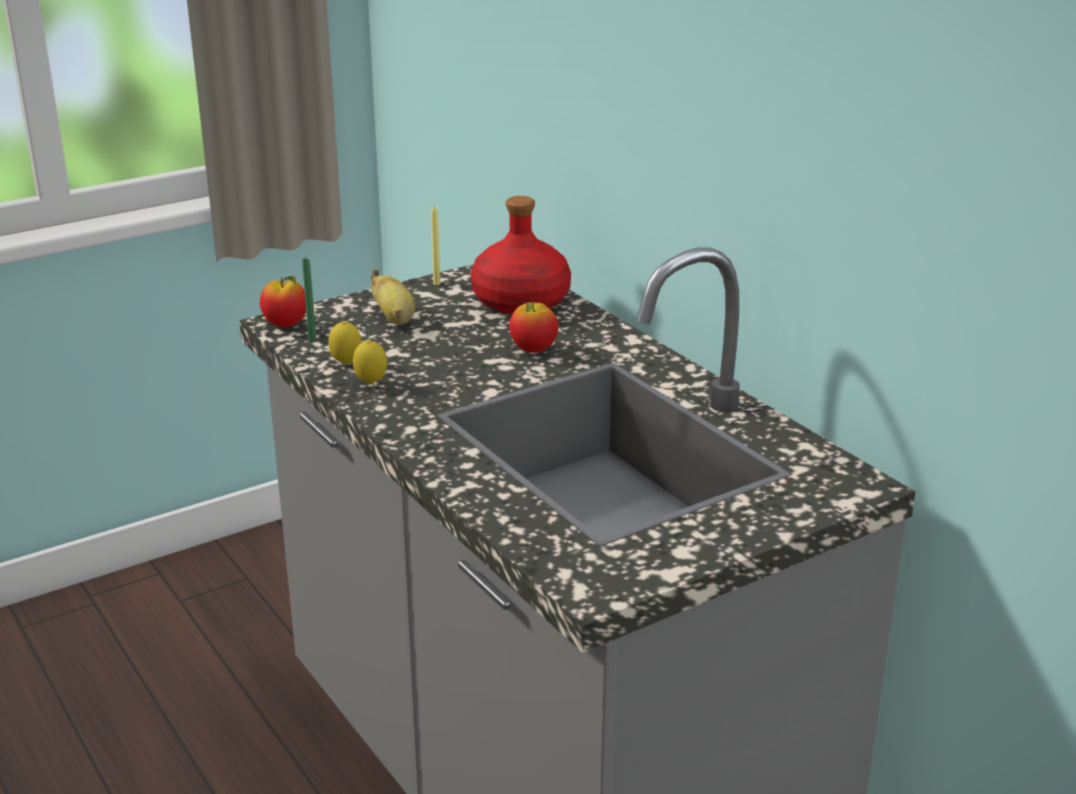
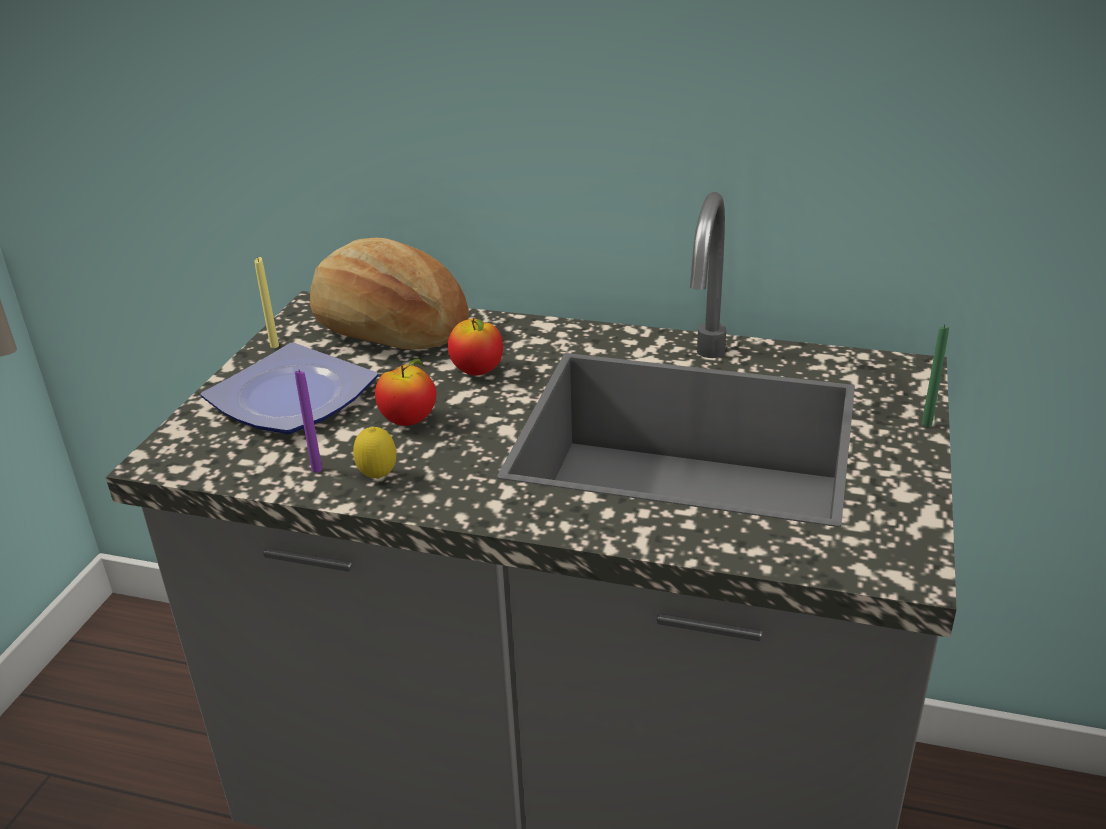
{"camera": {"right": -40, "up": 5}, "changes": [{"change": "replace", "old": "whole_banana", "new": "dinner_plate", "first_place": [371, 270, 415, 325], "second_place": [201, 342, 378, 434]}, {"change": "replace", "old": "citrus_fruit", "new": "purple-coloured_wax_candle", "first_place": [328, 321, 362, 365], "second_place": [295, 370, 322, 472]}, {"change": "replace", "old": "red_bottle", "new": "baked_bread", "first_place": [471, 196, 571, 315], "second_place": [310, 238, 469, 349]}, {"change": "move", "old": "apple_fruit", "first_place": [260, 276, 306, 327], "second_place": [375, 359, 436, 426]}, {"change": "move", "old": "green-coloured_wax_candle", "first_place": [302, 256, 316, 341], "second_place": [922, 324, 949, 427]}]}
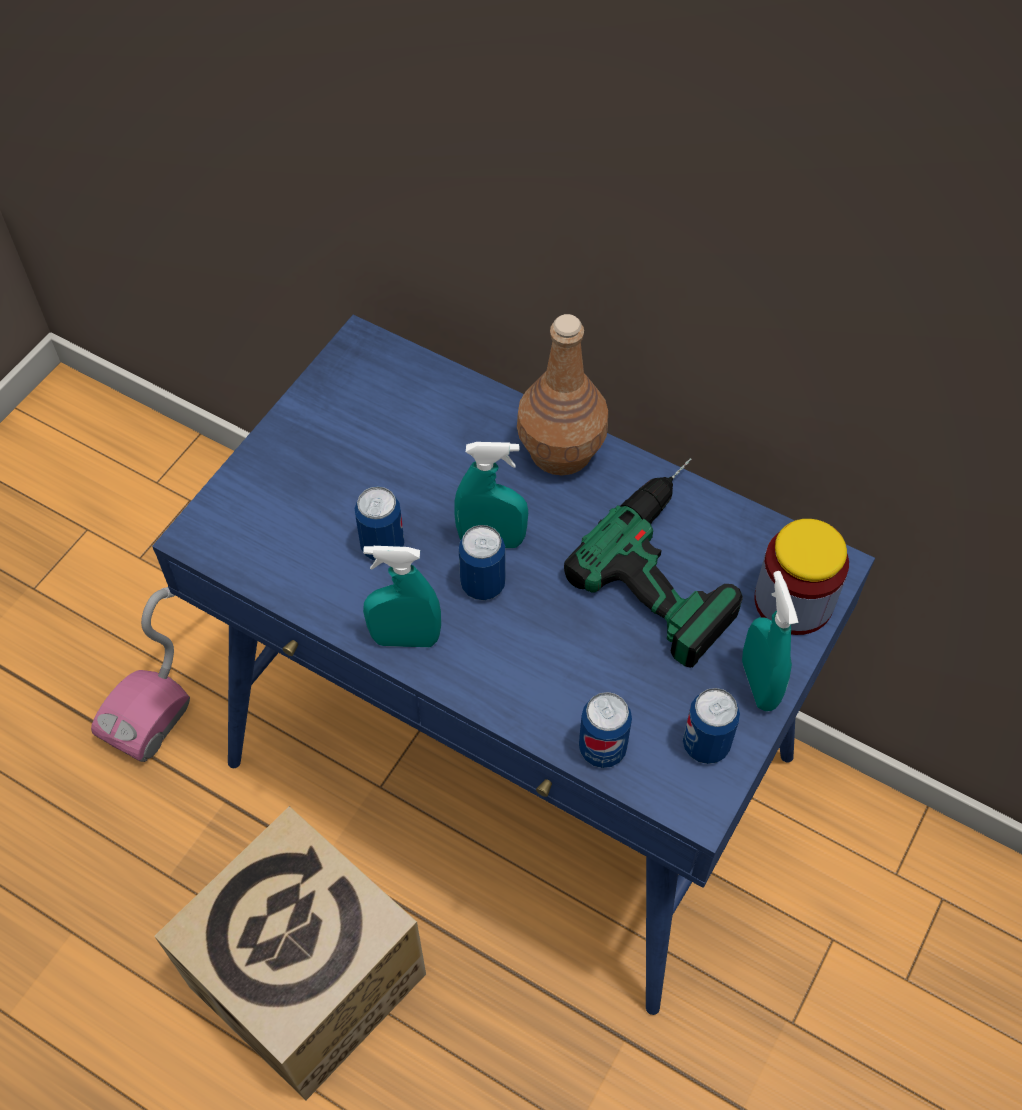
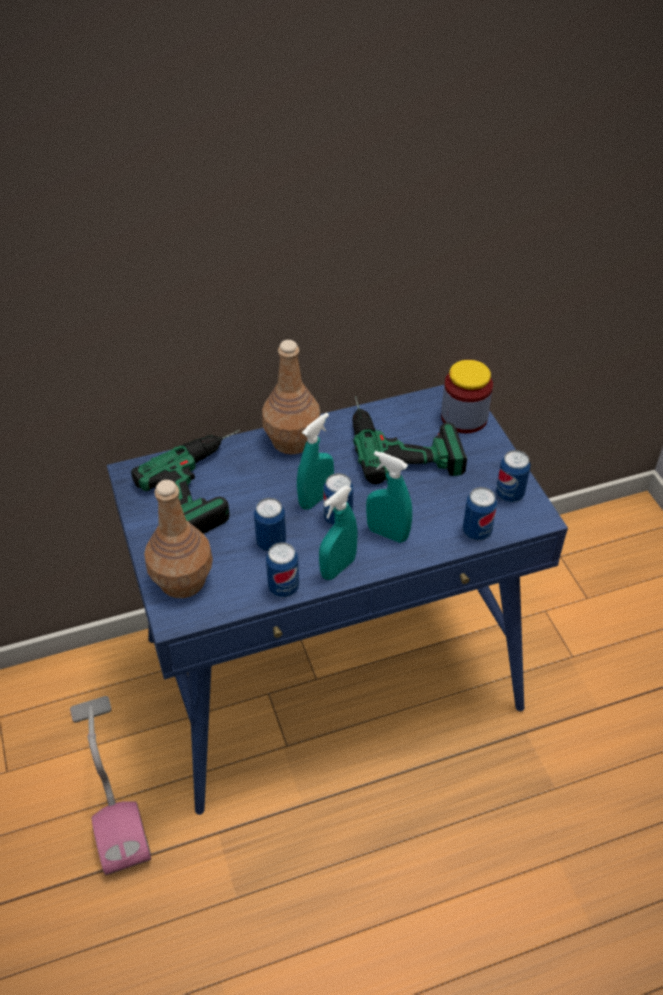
{"camera": {"right": -50, "up": -10}, "changes": [{"change": "insert", "new": "drill", "second_place": [131, 430, 240, 534]}, {"change": "insert", "new": "brown-coloured_bottle", "second_place": [144, 480, 213, 598]}, {"change": "insert", "new": "metal_can", "second_place": [266, 542, 299, 597]}, {"change": "move", "old": "turquoise-coloured_sprayer", "first_place": [742, 571, 798, 711], "second_place": [366, 451, 412, 543]}, {"change": "delete", "old": "carton", "first_place": [154, 806, 426, 1100]}]}
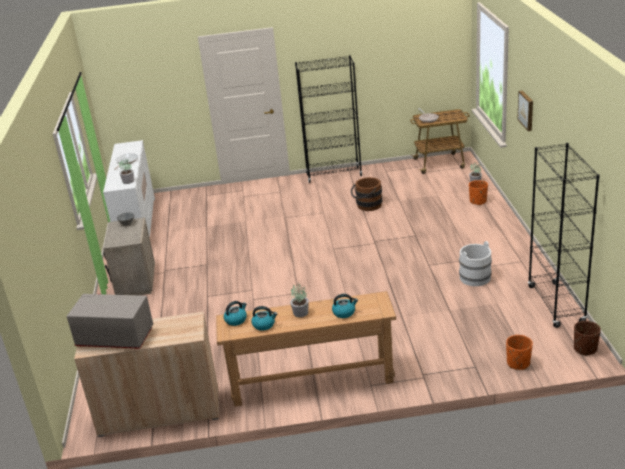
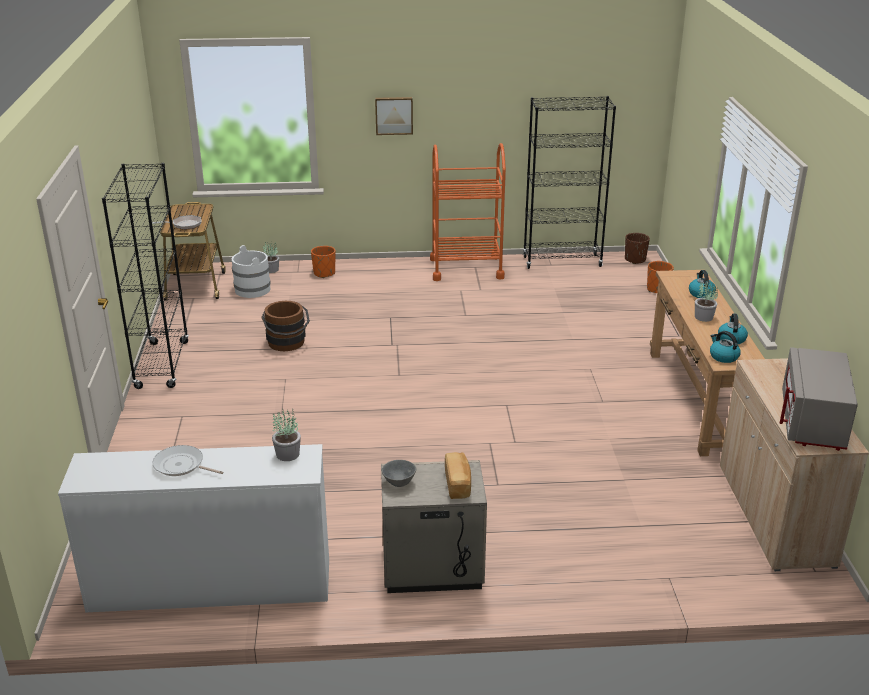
{"camera": {"right": -90, "up": 0}, "changes": [{"change": "move", "old": "white_bucket", "first_place": [459, 241, 492, 286], "second_place": [232, 245, 271, 298]}, {"change": "insert", "new": "orange-coloured_wheeled_cart", "second_place": [430, 143, 506, 281]}, {"change": "insert", "new": "baked_bread", "second_place": [445, 452, 471, 499]}]}
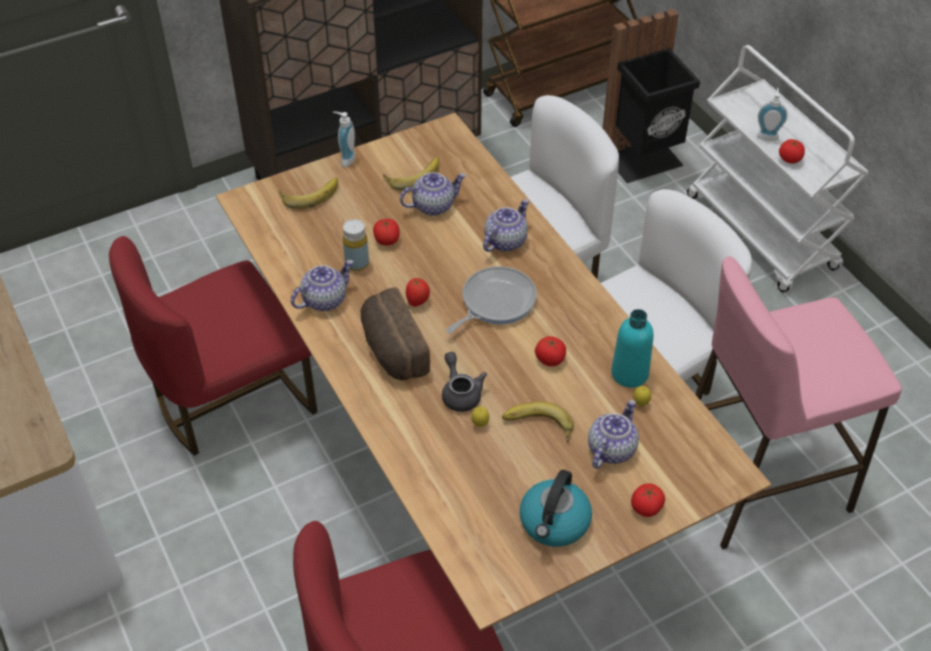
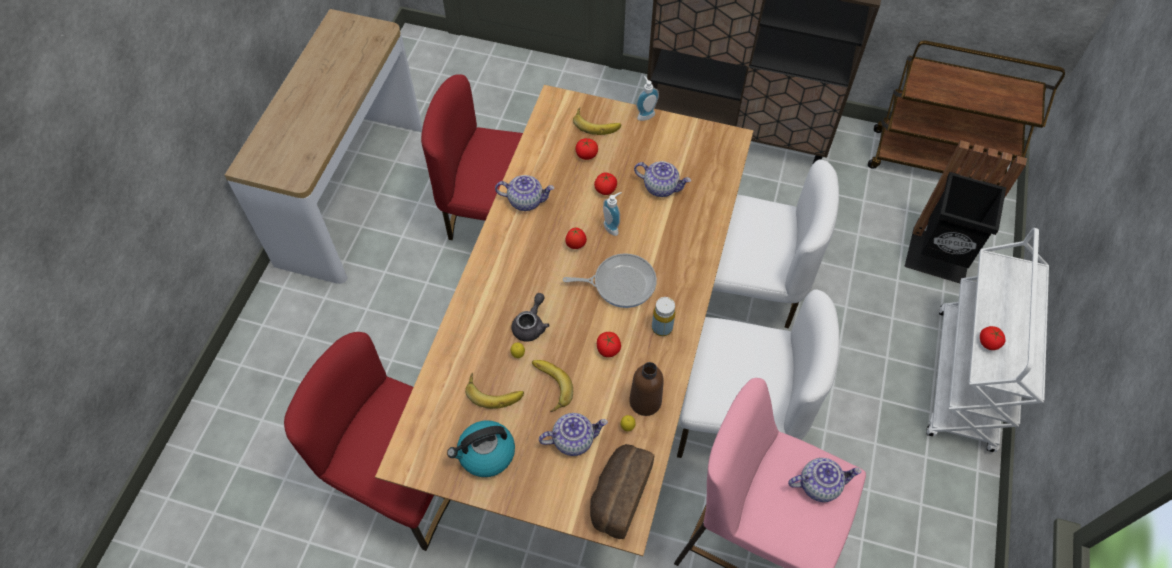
{"camera": {"right": 45, "up": 10}, "changes": [{"change": "move", "old": "whole_banana", "first_place": [383, 157, 439, 191], "second_place": [465, 372, 524, 409]}, {"change": "move", "old": "tomato", "first_place": [631, 483, 665, 517], "second_place": [576, 138, 598, 160]}, {"change": "move", "old": "baked_bread", "first_place": [361, 287, 430, 380], "second_place": [590, 444, 654, 539]}, {"change": "move", "old": "soap_dispenser", "first_place": [756, 88, 788, 141], "second_place": [603, 192, 622, 236]}, {"change": "recolor", "old": "turquoise-coloured_bottle", "new": "brown-coloured_bottle", "first_place": [611, 309, 654, 388], "second_place": [629, 362, 664, 416]}, {"change": "move", "old": "yellowish_bottle", "first_place": [343, 219, 369, 271], "second_place": [652, 297, 675, 336]}, {"change": "move", "old": "teapot", "first_place": [483, 199, 529, 252], "second_place": [788, 458, 862, 502]}]}
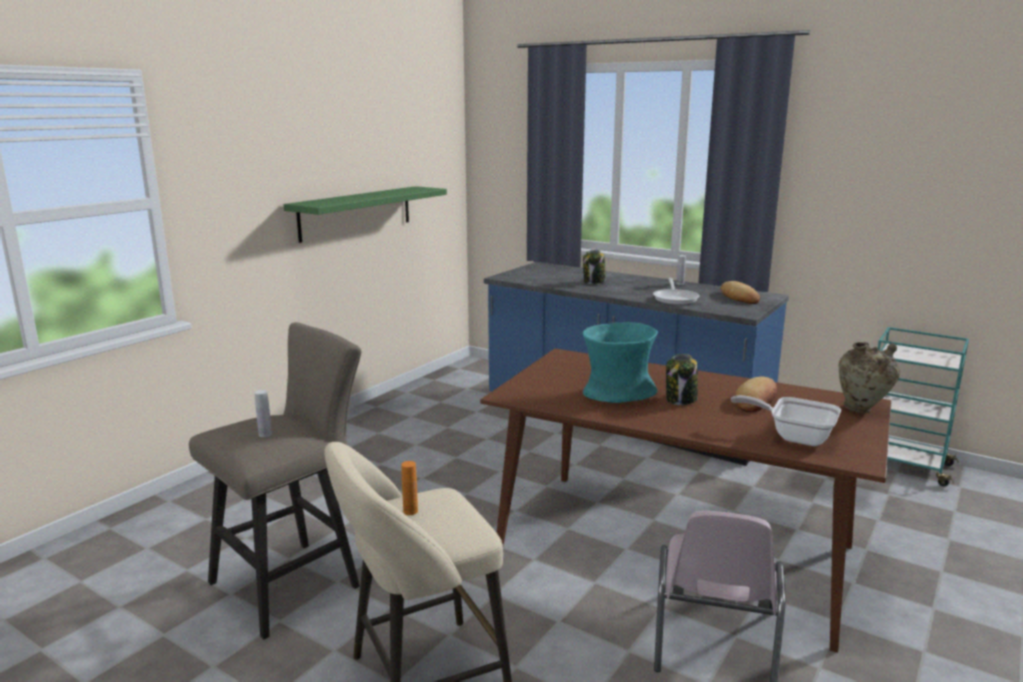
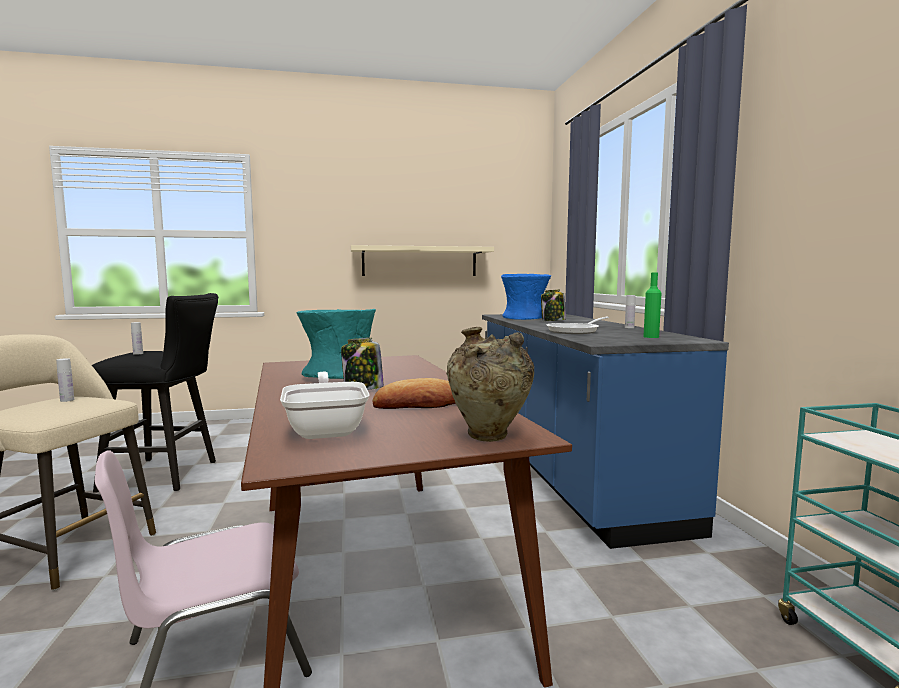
{"camera": {"right": 45, "up": -10}, "changes": [{"change": "recolor", "old": "orange-coloured_bottle", "new": "white_bottle", "first_place": [401, 461, 418, 515], "second_place": [56, 358, 74, 402]}, {"change": "recolor", "old": "beige_sitting_stool", "new": "black_sitting_stool", "first_place": [189, 322, 361, 640], "second_place": [92, 293, 218, 492]}, {"change": "recolor", "old": "green-coloured_bracket_shelf", "new": "beige_bracket_shelf", "first_place": [284, 186, 447, 243], "second_place": [351, 245, 494, 276]}, {"change": "insert", "new": "bluish_vase", "second_place": [501, 274, 551, 320]}, {"change": "replace", "old": "baked_bread", "new": "green-coloured_bottle", "first_place": [721, 281, 760, 304], "second_place": [643, 272, 661, 338]}]}
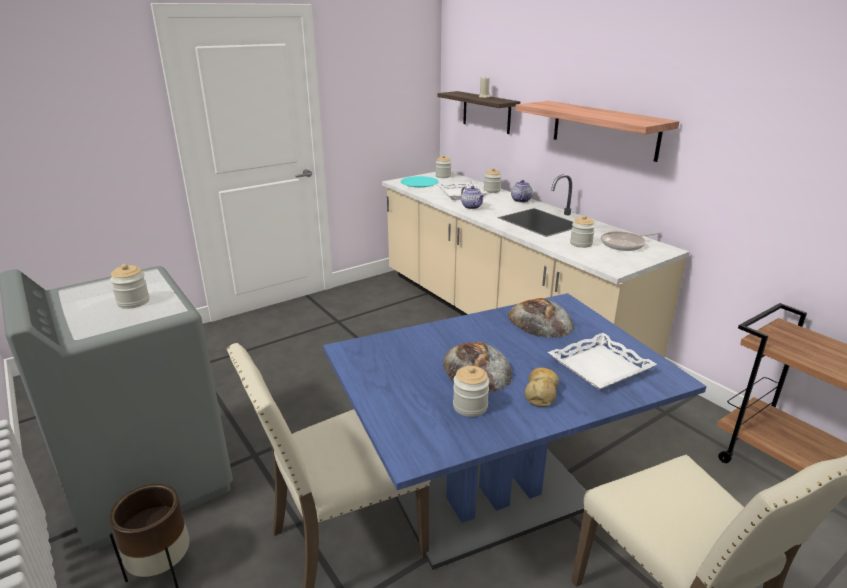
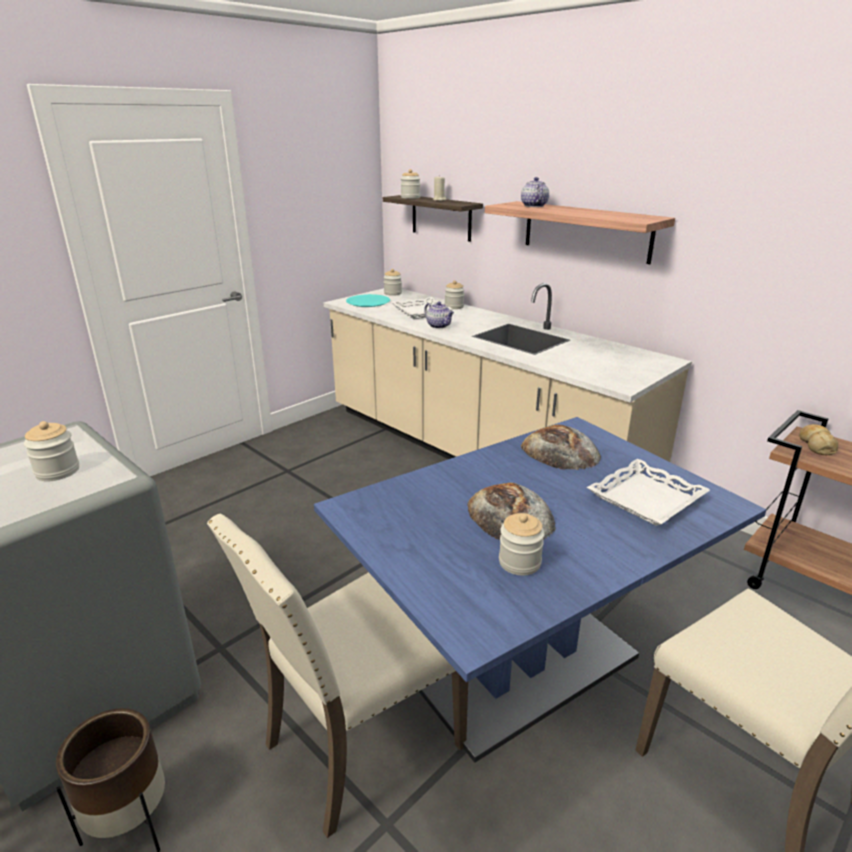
{"camera": {"right": -10, "up": 0}, "changes": [{"change": "move", "old": "storage_jar", "first_place": [570, 215, 595, 248], "second_place": [401, 169, 420, 199]}, {"change": "move", "old": "teapot", "first_place": [511, 180, 533, 203], "second_place": [521, 177, 549, 207]}, {"change": "move", "old": "baked_bread", "first_place": [525, 368, 559, 407], "second_place": [799, 424, 838, 455]}, {"change": "delete", "old": "skillet", "first_place": [601, 231, 660, 251]}]}
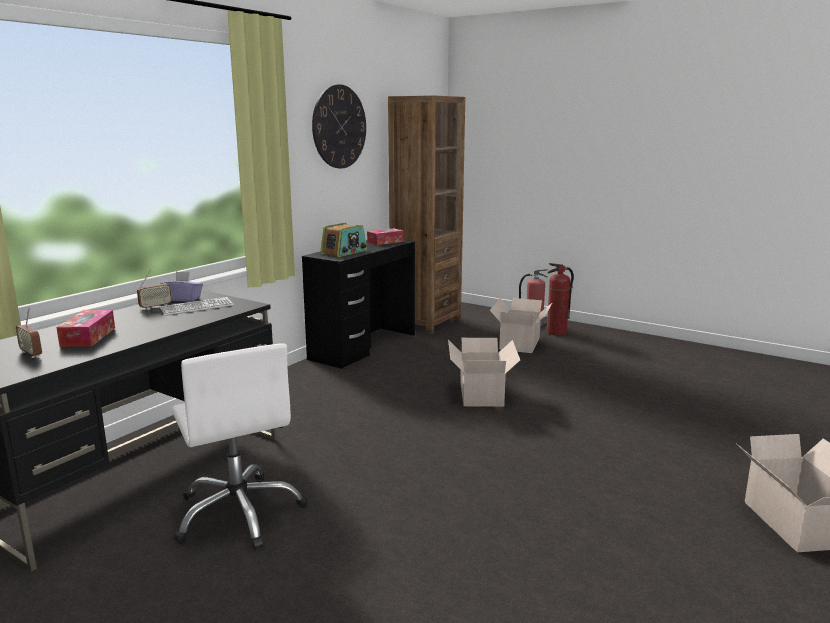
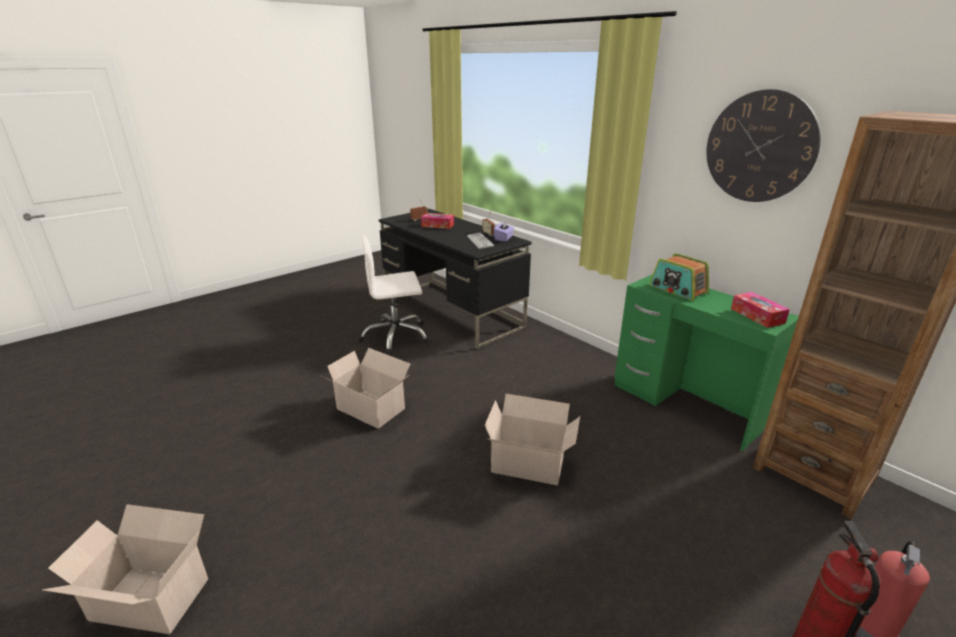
{"camera": {"right": 105, "up": 10}, "changes": [{"change": "move", "old": "carton", "first_place": [490, 298, 553, 353], "second_place": [322, 348, 410, 429]}, {"change": "recolor", "old": "black_desk", "new": "green-coloured_desk", "first_place": [302, 240, 415, 369], "second_place": [614, 274, 799, 452]}]}
